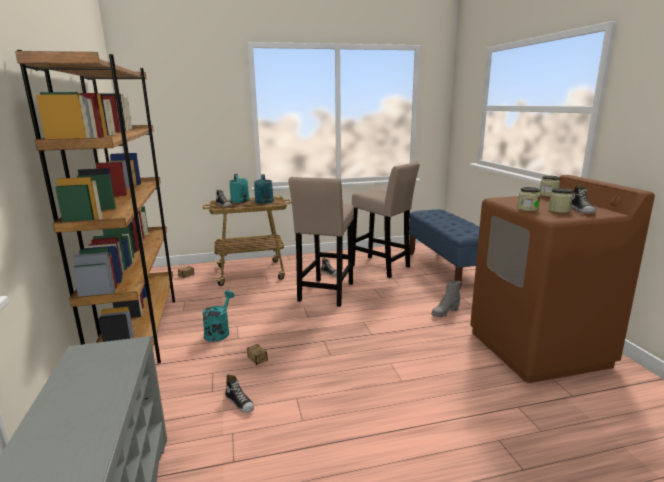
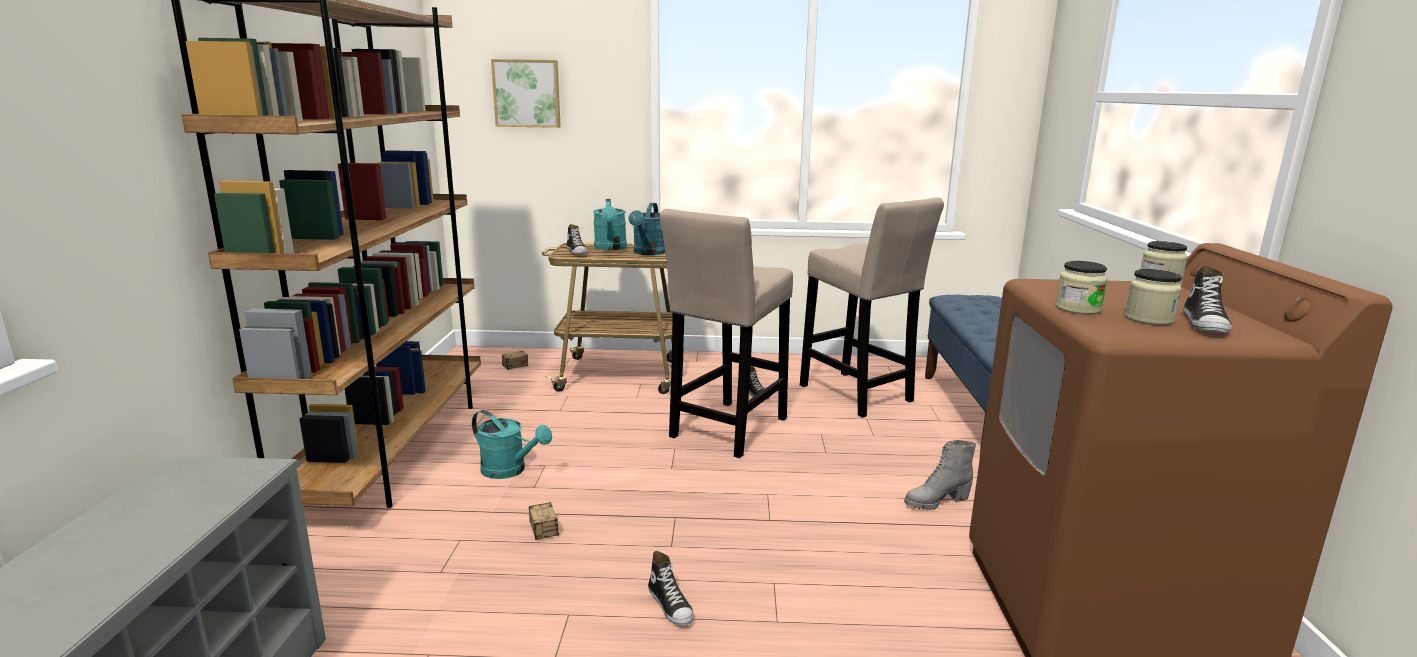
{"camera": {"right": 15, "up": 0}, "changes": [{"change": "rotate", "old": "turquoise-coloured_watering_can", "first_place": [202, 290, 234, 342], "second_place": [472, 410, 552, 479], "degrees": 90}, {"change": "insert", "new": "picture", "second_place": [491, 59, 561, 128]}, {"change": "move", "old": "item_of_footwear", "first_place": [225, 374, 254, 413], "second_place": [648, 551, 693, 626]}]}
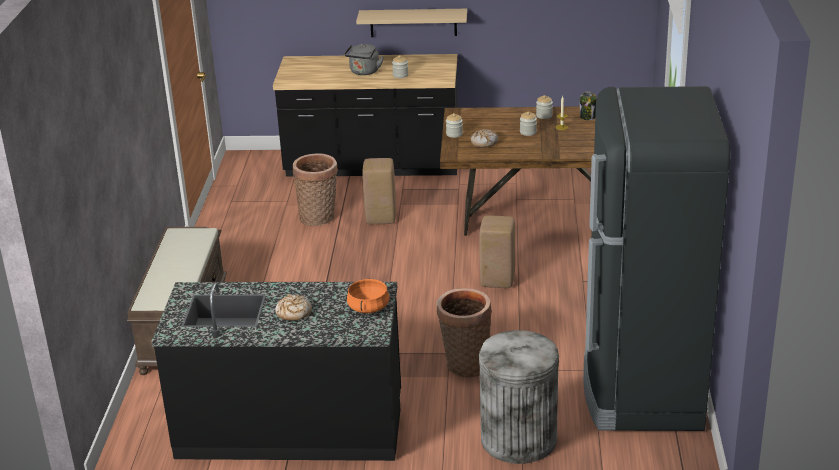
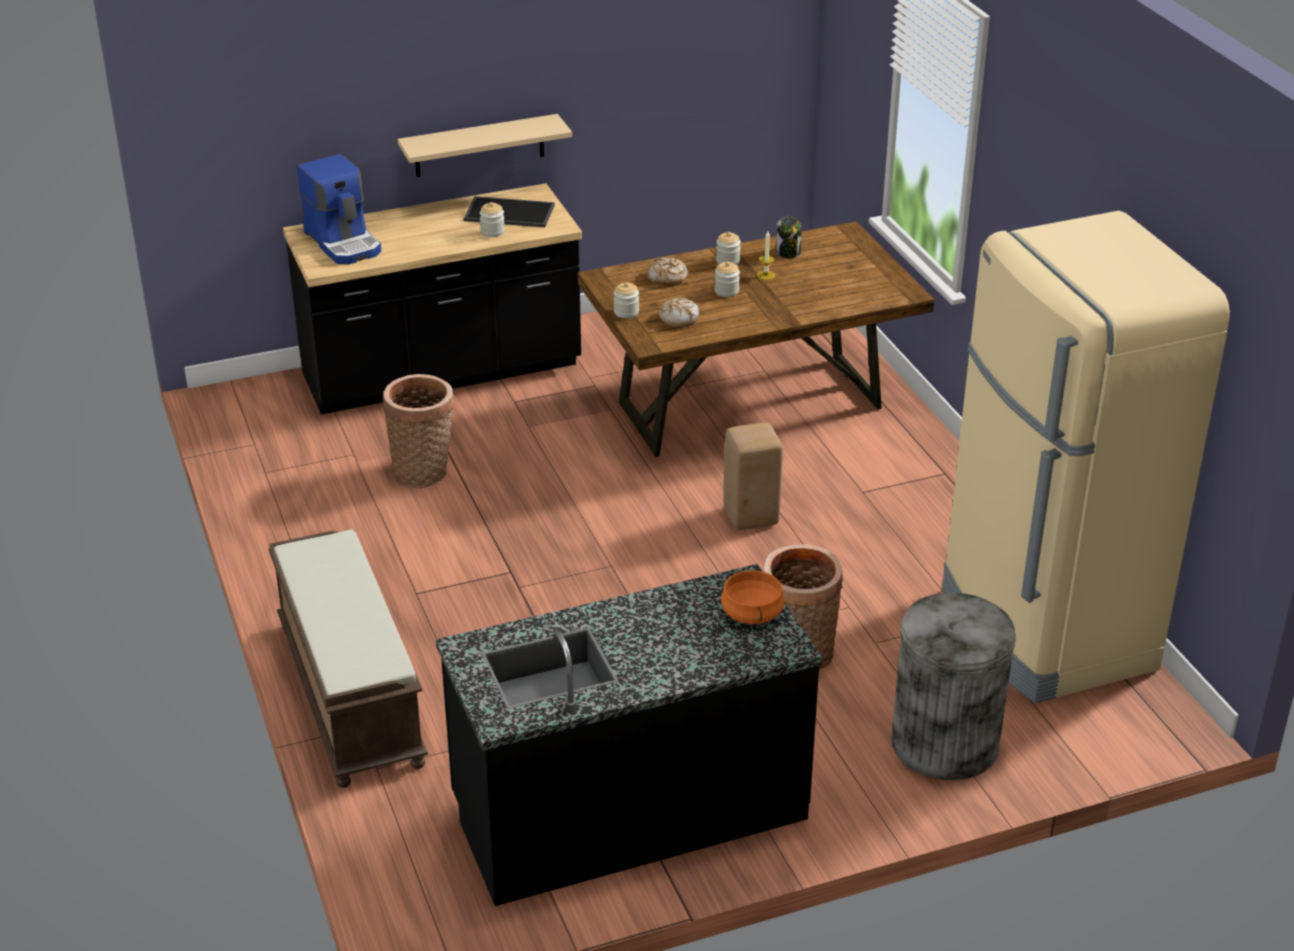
{"camera": {"right": -25, "up": 5}, "changes": [{"change": "insert", "new": "coffee_machine", "second_place": [297, 154, 381, 264]}, {"change": "insert", "new": "carrying_tray", "second_place": [463, 196, 555, 227]}, {"change": "move", "old": "baked_bread", "first_place": [275, 294, 312, 321], "second_place": [647, 257, 688, 285]}, {"change": "recolor", "old": "black_kitchen_fridge", "new": "beige_kitchen_fridge", "first_place": [583, 86, 730, 431], "second_place": [942, 211, 1230, 703]}, {"change": "delete", "old": "greyish_tea_kettle", "first_place": [344, 44, 384, 75]}, {"change": "delete", "old": "beige_sitting_stool", "first_place": [362, 158, 396, 224]}]}
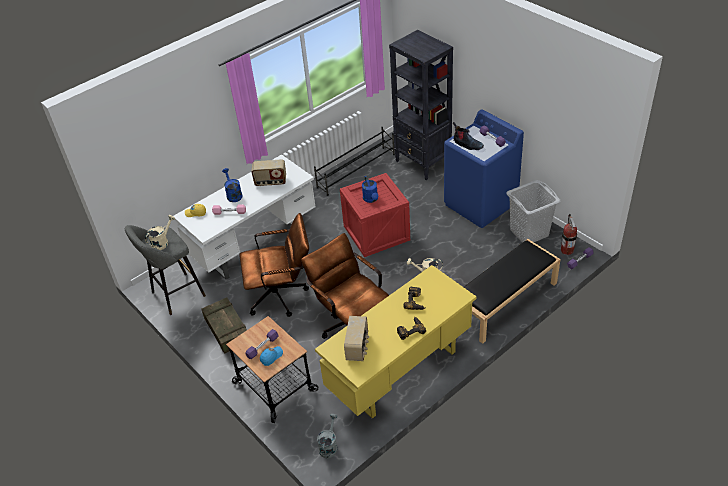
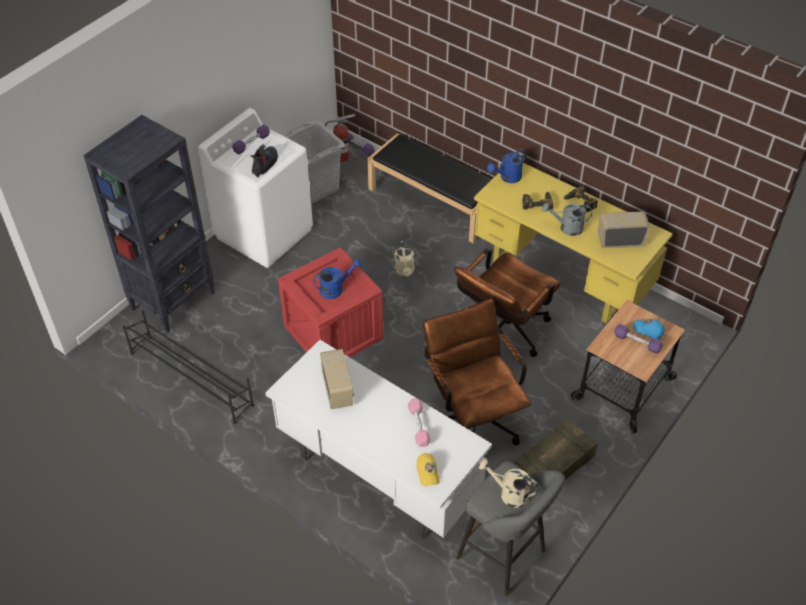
{"camera": {"right": -105, "up": 5}, "changes": [{"change": "recolor", "old": "bluish_laundry_appliance", "new": "white_laundry_appliance", "first_place": [444, 110, 524, 228], "second_place": [198, 108, 313, 268]}, {"change": "move", "old": "bluish_watering_can", "first_place": [222, 168, 242, 202], "second_place": [487, 149, 526, 183]}, {"change": "move", "old": "greyish_watering_can", "first_place": [317, 414, 337, 458], "second_place": [542, 203, 592, 236]}]}
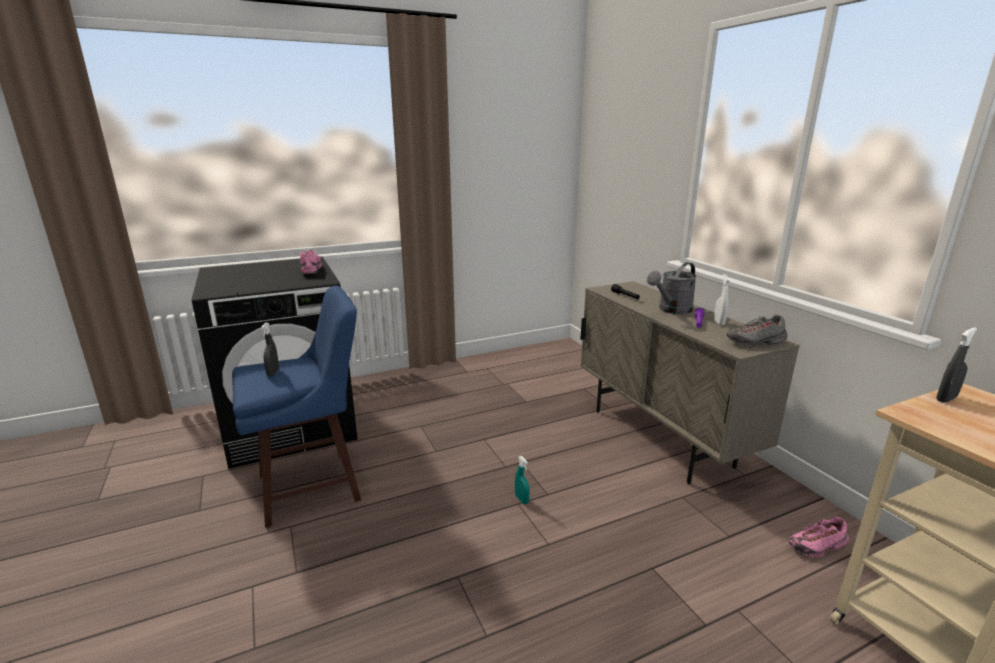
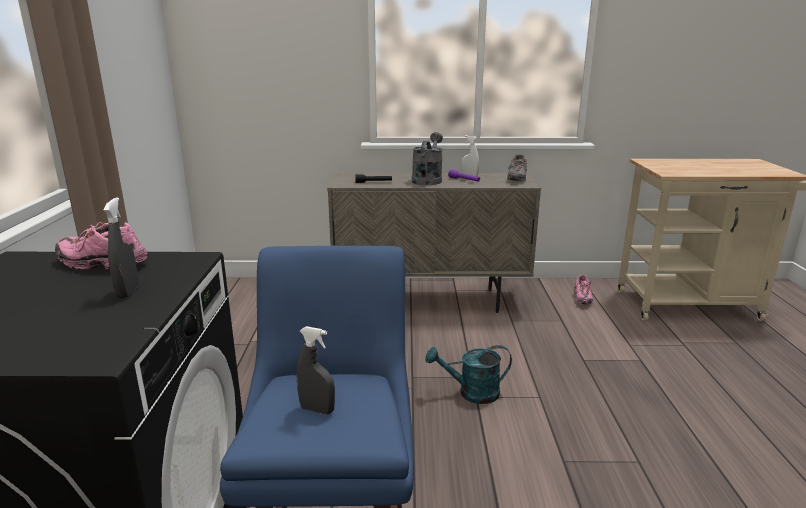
{"camera": {"right": -65, "up": 0}, "changes": [{"change": "move", "old": "greyish_sprayer", "first_place": [936, 328, 977, 402], "second_place": [104, 197, 139, 299]}, {"change": "rotate", "old": "greyish_watering_can", "first_place": [647, 262, 697, 314], "second_place": [412, 132, 443, 185], "degrees": -150}, {"change": "replace", "old": "turquoise-coloured_sprayer", "new": "turquoise-coloured_watering_can", "first_place": [515, 456, 530, 504], "second_place": [425, 345, 512, 404]}]}
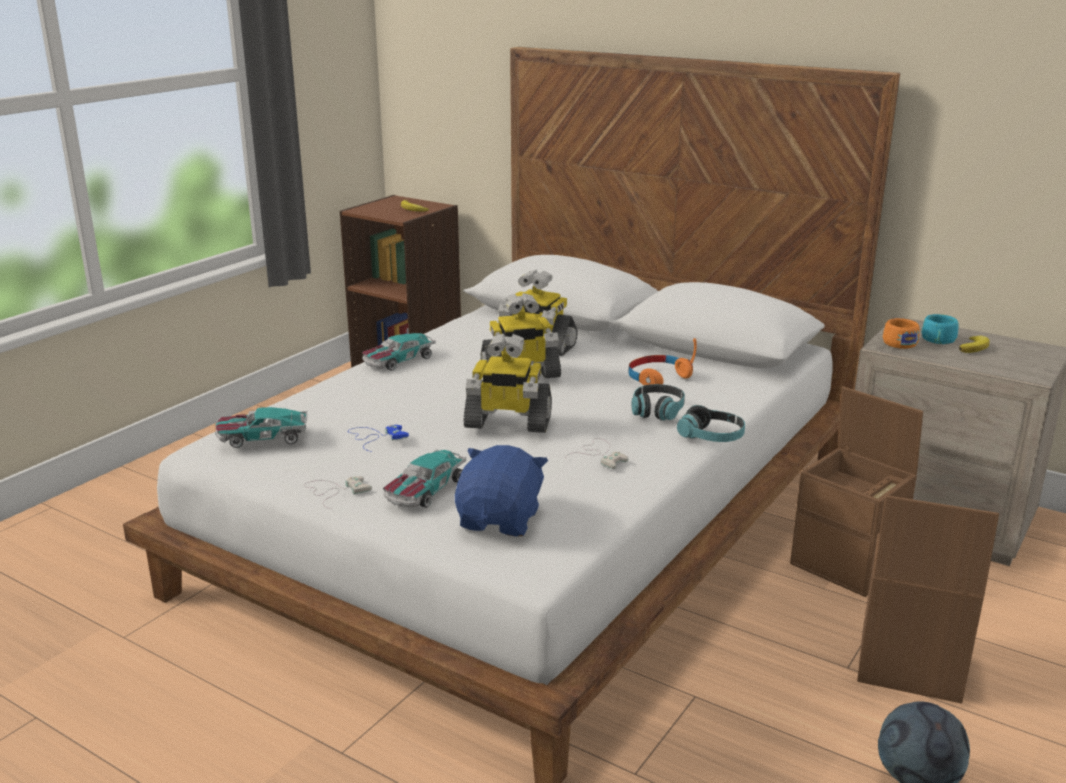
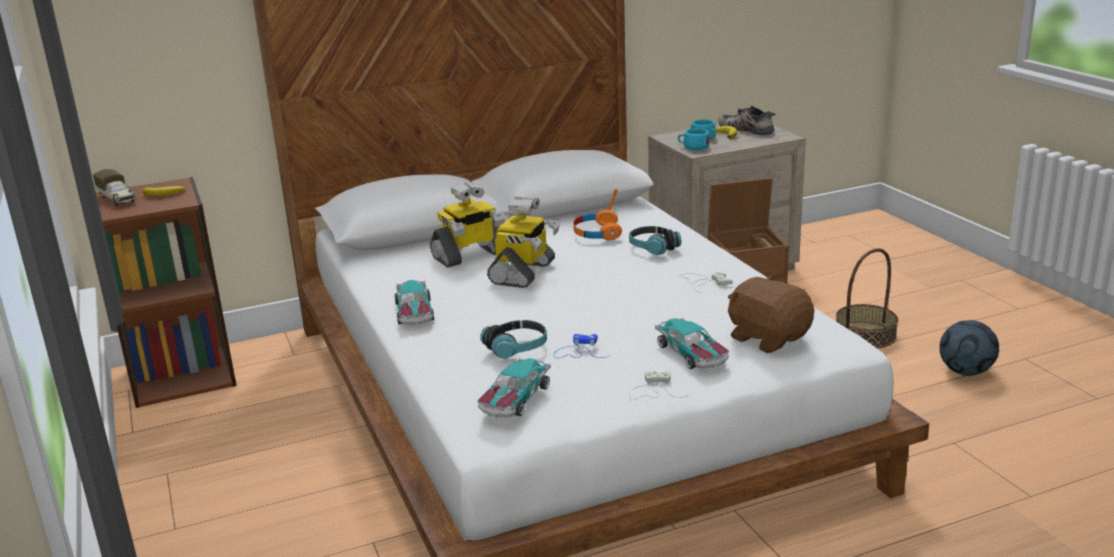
{"camera": {"right": -55, "up": 0}, "changes": [{"change": "insert", "new": "toy_lorry", "second_place": [93, 169, 136, 206]}, {"change": "move", "old": "pair_of_headphones", "first_place": [677, 405, 745, 442], "second_place": [480, 320, 547, 359]}, {"change": "recolor", "old": "orange-coloured_drinking_cup", "new": "turquoise-coloured_drinking_cup", "first_place": [883, 318, 920, 349], "second_place": [678, 128, 710, 150]}, {"change": "insert", "new": "item_of_footwear", "second_place": [719, 106, 776, 135]}, {"change": "recolor", "old": "bluish_soft_toy", "new": "brown-coloured_soft_toy", "first_place": [455, 445, 548, 537], "second_place": [728, 275, 814, 353]}, {"change": "replace", "old": "brown-coloured_storage_container", "new": "household_basket", "first_place": [857, 495, 999, 703], "second_place": [836, 248, 898, 349]}, {"change": "delete", "old": "model_robot", "first_place": [464, 334, 552, 433]}]}
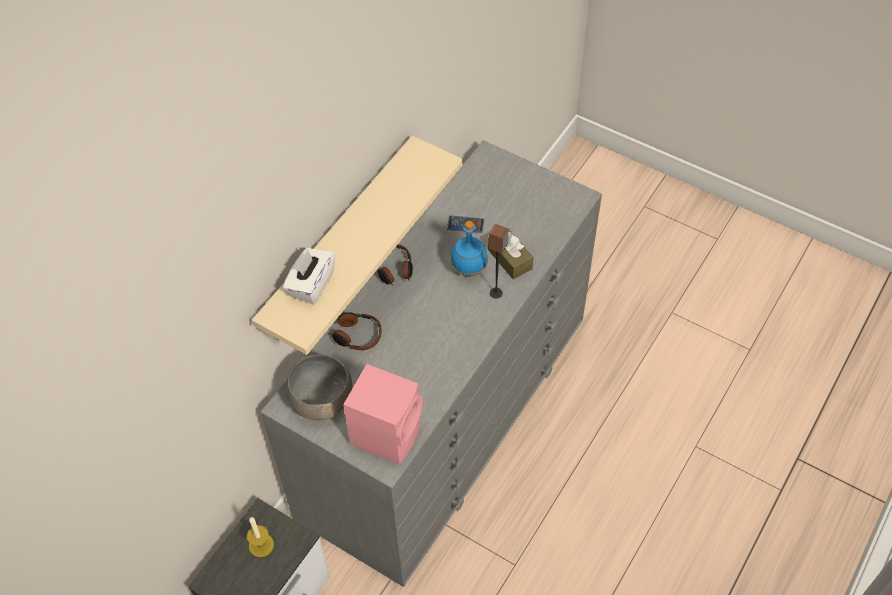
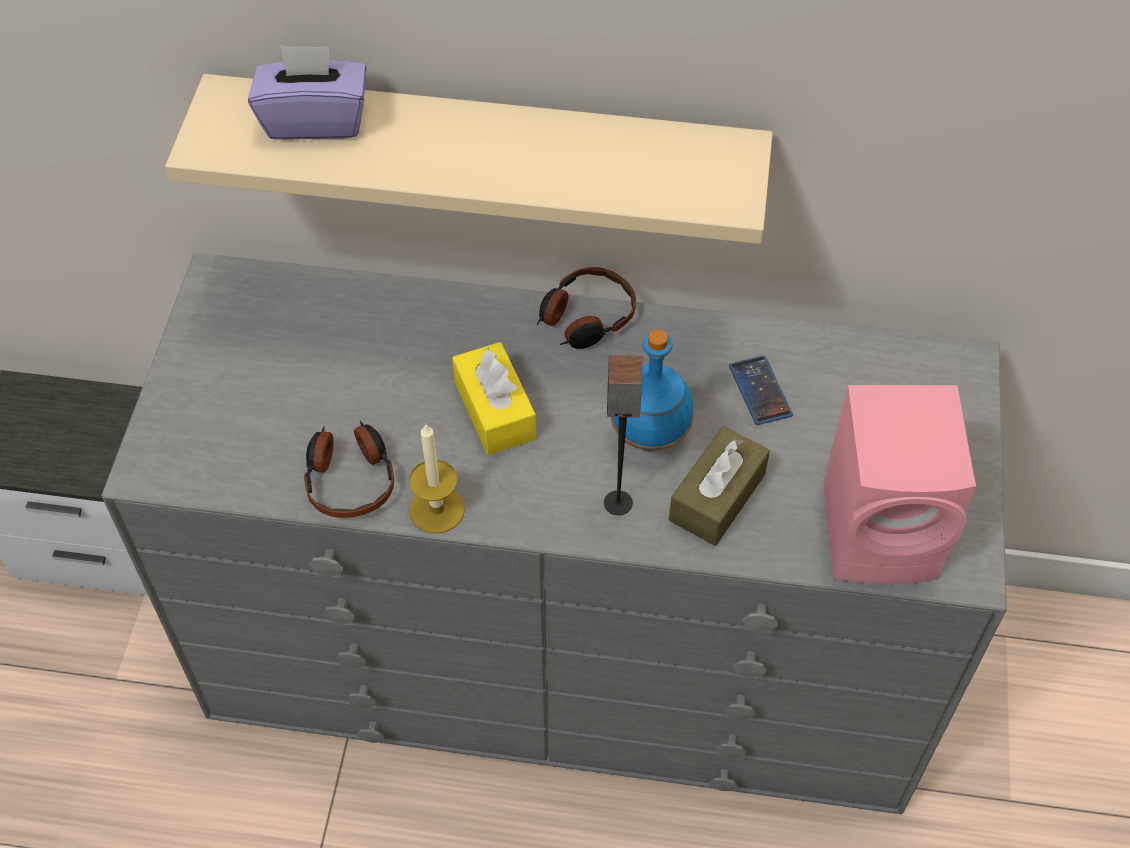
{"camera": {"right": 65, "up": 0}, "changes": [{"change": "recolor", "old": "white_tissue_holder", "new": "purple-coloured_tissue_holder", "first_place": [283, 248, 335, 304], "second_place": [248, 45, 367, 140]}, {"change": "move", "old": "pair_of_headphones", "first_place": [329, 312, 382, 350], "second_place": [304, 421, 394, 518]}, {"change": "move", "old": "wax_candle", "first_place": [247, 517, 274, 557], "second_place": [409, 424, 465, 534]}, {"change": "insert", "new": "yellowish_tissue_holder", "second_place": [452, 342, 536, 455]}, {"change": "move", "old": "pink-coloured_speaker", "first_place": [343, 364, 423, 465], "second_place": [823, 385, 976, 584]}, {"change": "delete", "old": "greyish_deep_dish", "first_place": [286, 354, 353, 420]}]}
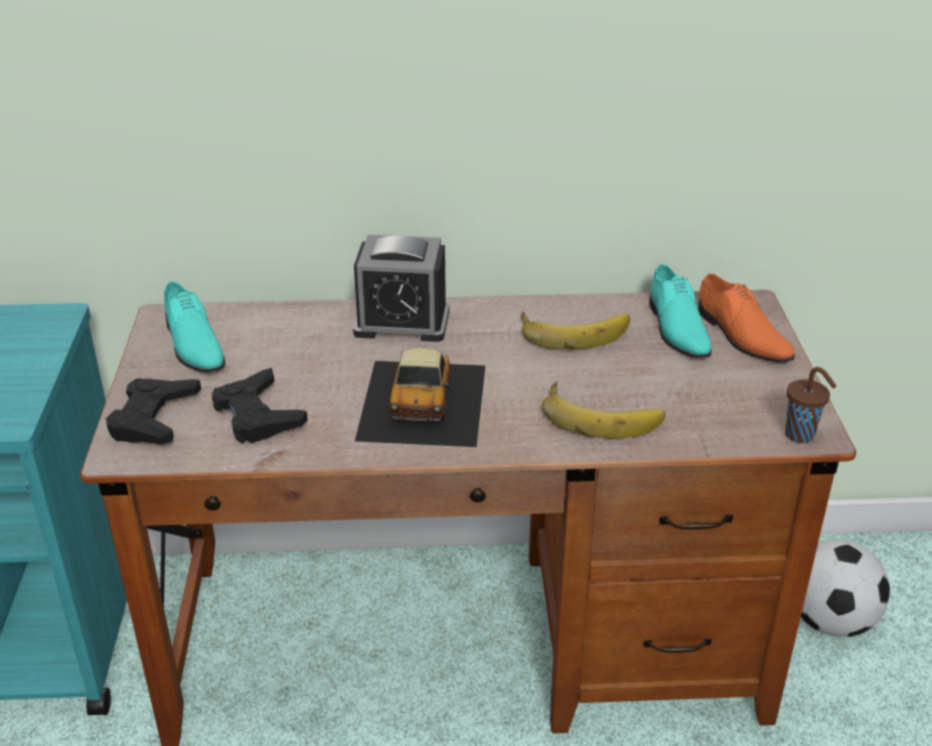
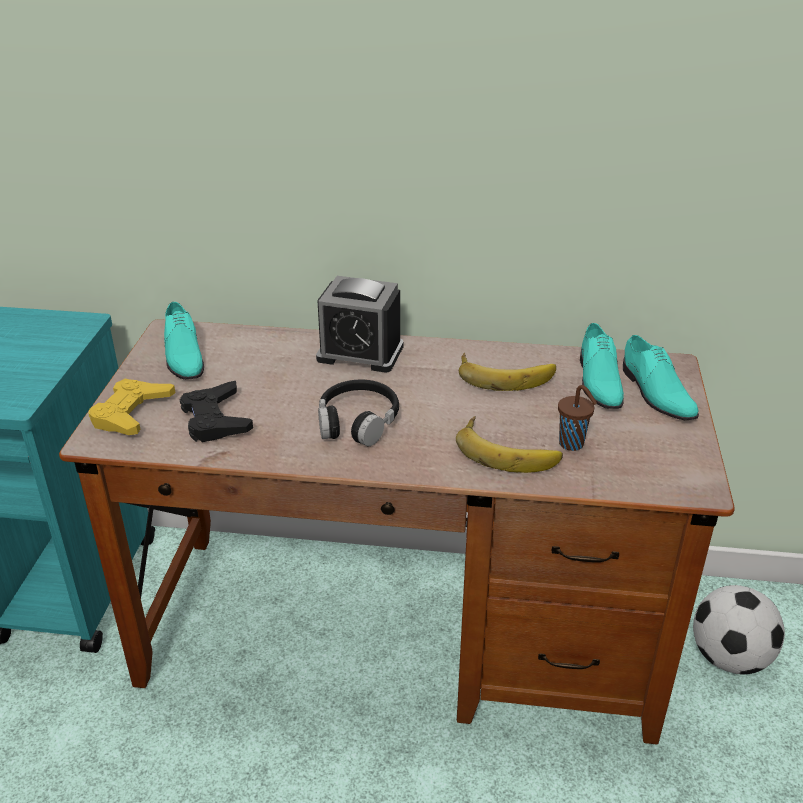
{"camera": {"right": 10, "up": 0}, "changes": [{"change": "recolor", "old": "black_game_controller", "new": "yellowish_game_controller", "first_place": [106, 378, 201, 444], "second_place": [88, 379, 176, 435]}, {"change": "replace", "old": "model_car", "new": "black_pair_of_headphones", "first_place": [355, 348, 485, 447], "second_place": [318, 380, 399, 446]}, {"change": "move", "old": "brown-coloured_drinking_cup", "first_place": [785, 367, 837, 443], "second_place": [558, 385, 597, 451]}, {"change": "recolor", "old": "orange-coloured_item_of_footwear", "new": "turquoise-coloured_item_of_footwear", "first_place": [698, 273, 795, 363], "second_place": [623, 335, 699, 420]}]}
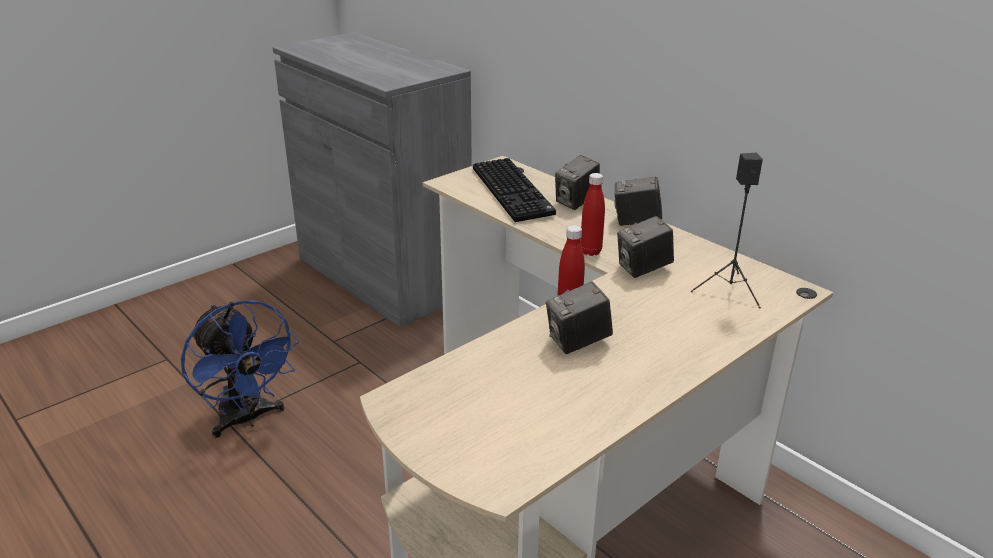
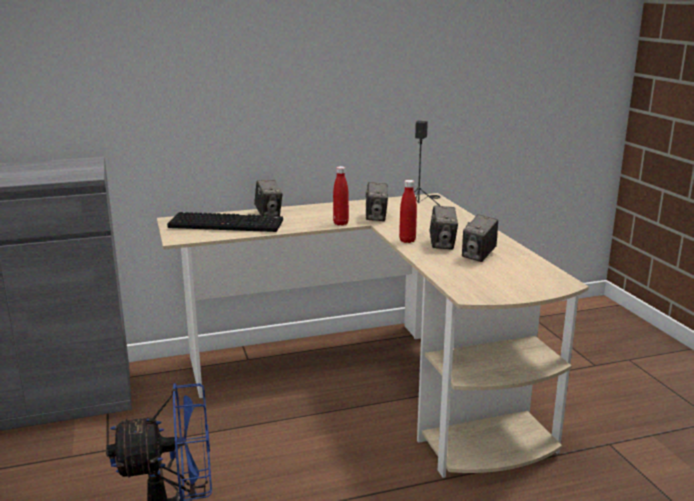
{"camera": {"right": -65, "up": -10}, "changes": [{"change": "move", "old": "photo_camera", "first_place": [614, 177, 662, 226], "second_place": [462, 214, 498, 262]}]}
